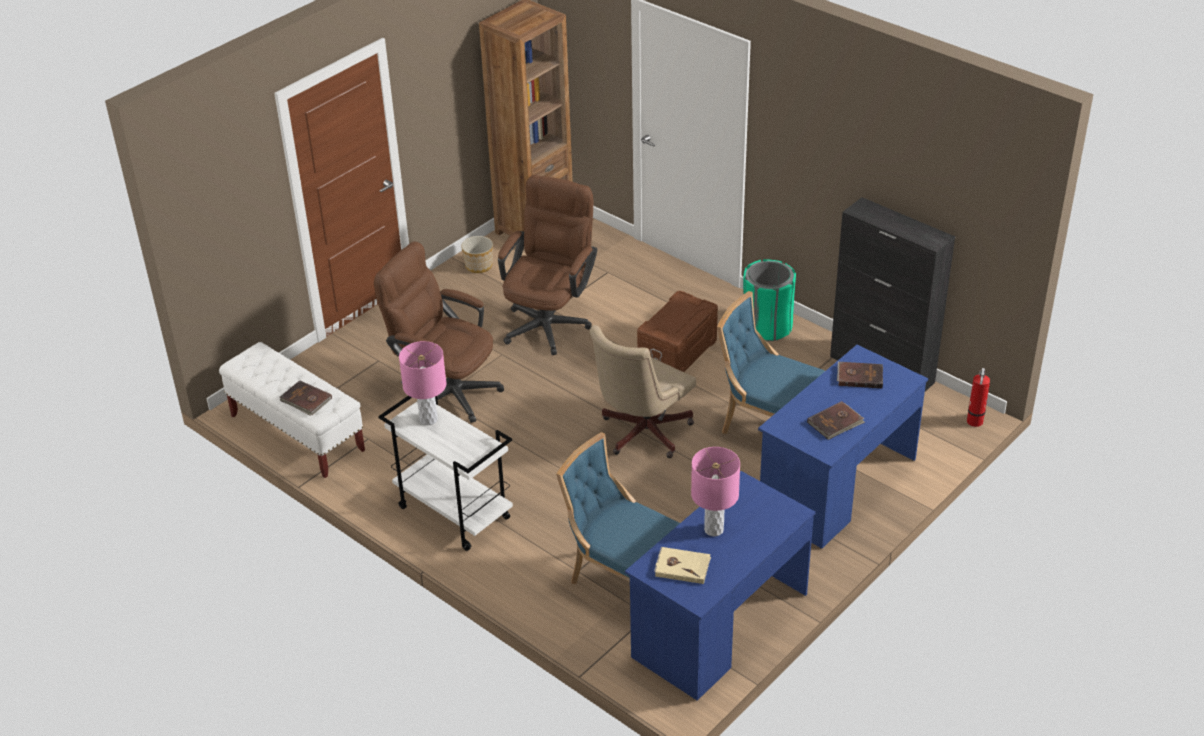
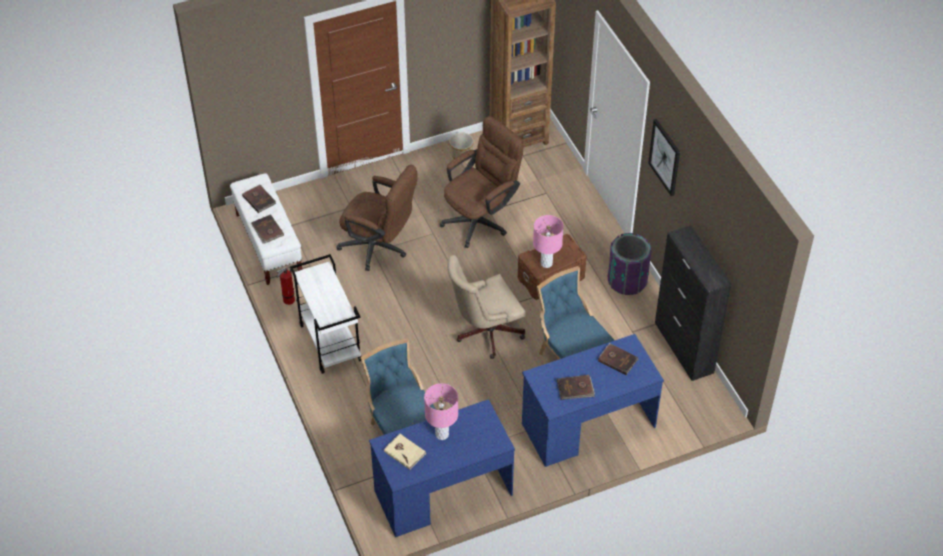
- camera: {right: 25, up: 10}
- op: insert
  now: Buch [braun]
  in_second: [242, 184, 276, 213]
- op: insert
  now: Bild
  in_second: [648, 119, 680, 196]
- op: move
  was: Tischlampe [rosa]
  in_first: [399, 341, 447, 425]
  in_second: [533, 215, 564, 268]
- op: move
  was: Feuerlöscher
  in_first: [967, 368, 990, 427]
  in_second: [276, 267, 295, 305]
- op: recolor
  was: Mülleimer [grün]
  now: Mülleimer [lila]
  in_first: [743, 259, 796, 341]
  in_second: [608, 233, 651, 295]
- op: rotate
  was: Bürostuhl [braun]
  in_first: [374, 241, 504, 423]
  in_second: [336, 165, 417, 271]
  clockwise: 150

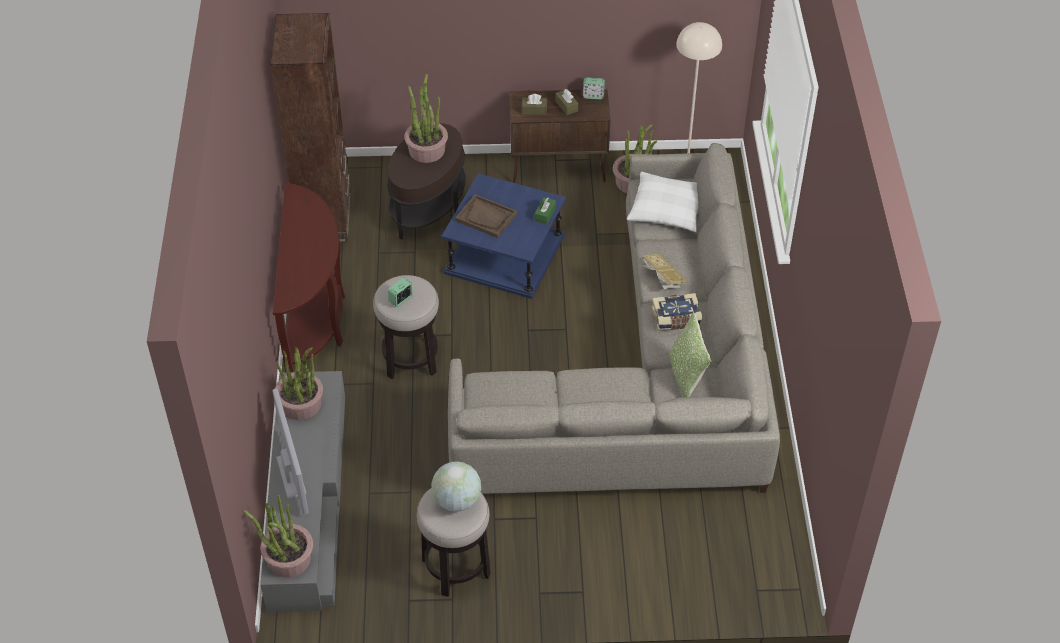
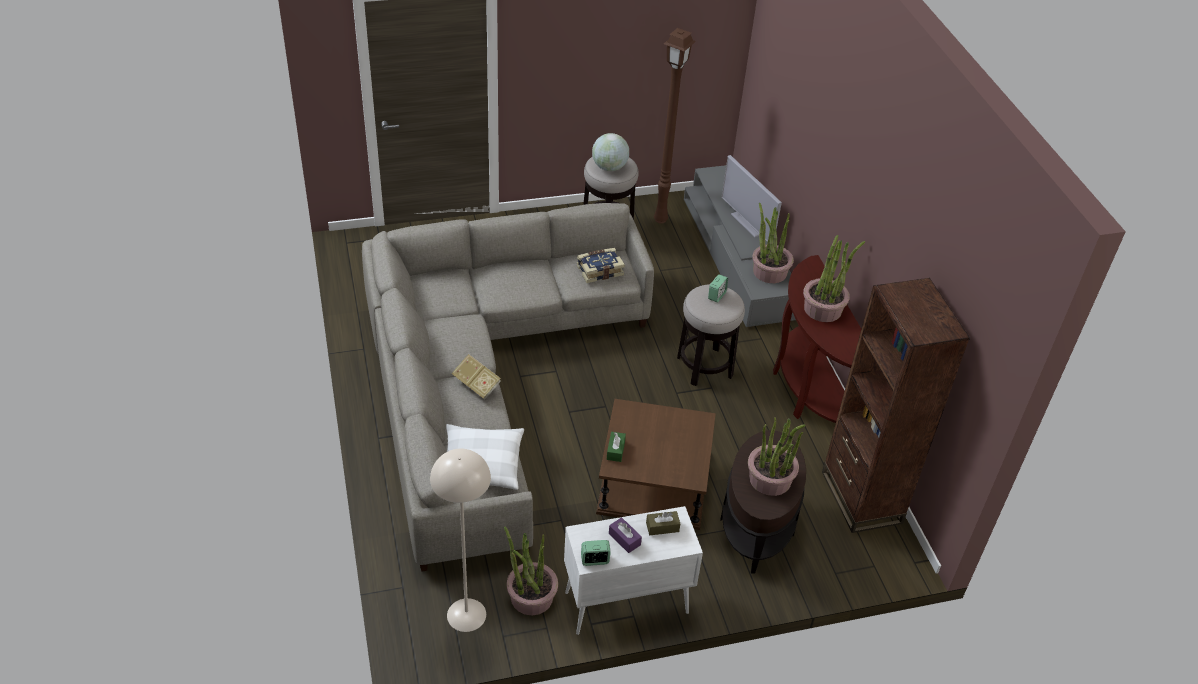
- camera: {right: 165, up: -5}
- op: delete
  was: Tablett [braun]
  in_first: [455, 194, 517, 238]
- op: delete
  was: Kissen
  in_first: [669, 312, 711, 397]
- op: insert
  now: Stehlampe [braun]
  in_second: [654, 28, 696, 224]
- op: move
  was: Topfpflanze
  in_first: [243, 495, 313, 578]
  in_second: [803, 235, 865, 322]
- op: move
  was: Buch
  in_first: [651, 293, 702, 331]
  in_second: [577, 248, 625, 283]
- op: recolor
  was: Beistelltisch [blau]
  now: Beistelltisch [braun]
  in_first: [441, 173, 566, 299]
  in_second: [596, 399, 716, 530]
- op: recolor
  was: Schrank [braun]
  now: Schrank [weiß]
  in_first: [510, 89, 611, 183]
  in_second: [564, 506, 703, 635]
- op: recolor
  was: Taschentuchbox [braun]
  now: Taschentuchbox [lila]
  in_first: [555, 89, 578, 115]
  in_second: [609, 517, 642, 553]

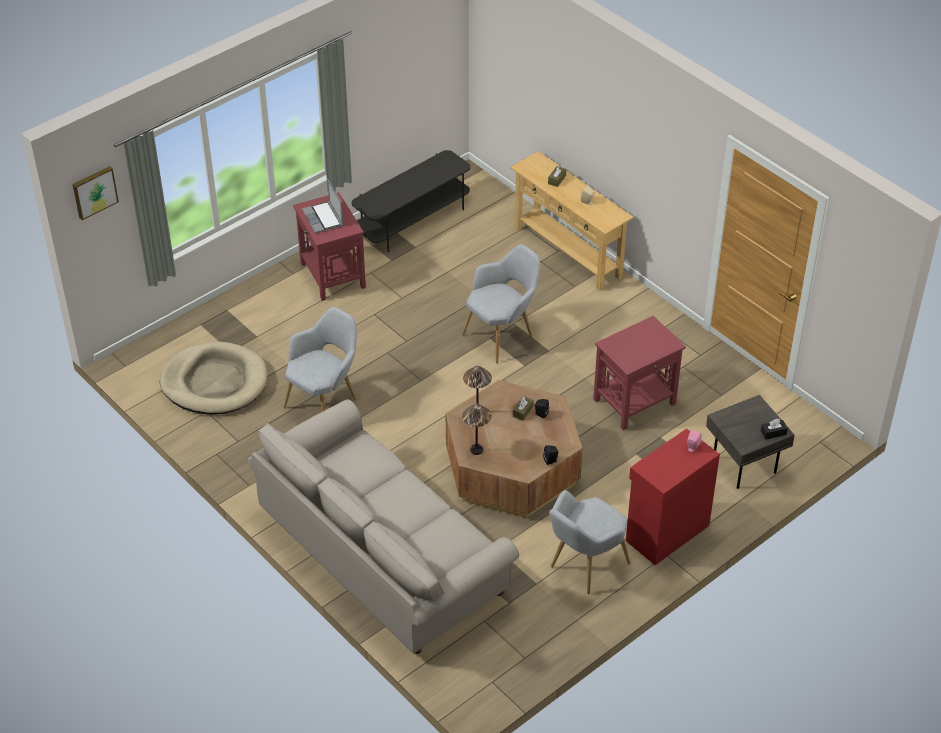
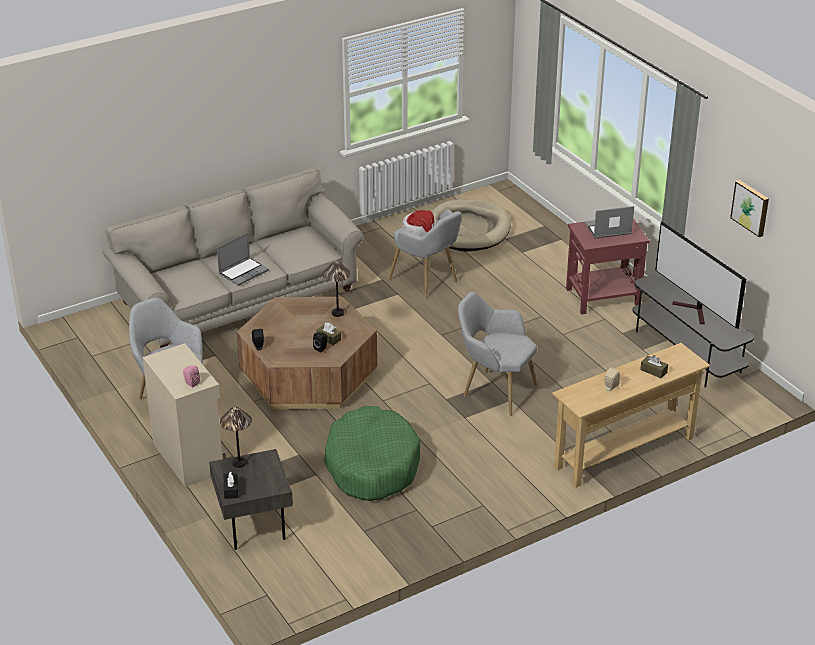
- camera: {right: 100, up: -10}
- op: insert
  now: Laptop
  in_second: [217, 233, 269, 286]
- op: insert
  now: Hut
  in_second: [402, 210, 437, 237]
- op: insert
  now: Fernseher
  in_second: [655, 222, 746, 329]
- op: move
  was: Bild
  in_first: [73, 166, 119, 220]
  in_second: [730, 180, 769, 237]
- op: move
  was: Tischlampe
  in_first: [462, 404, 492, 455]
  in_second: [220, 407, 252, 468]
- op: replace
  was: Beistelltisch [rot]
  now: Hundebett [grün]
  in_first: [593, 316, 686, 430]
  in_second: [324, 406, 421, 501]
- op: recolor
  was: Schrank [rot]
  now: Schrank [beige]
  in_first: [626, 428, 720, 565]
  in_second: [143, 343, 226, 487]
- op: rotate
  was: Sessel [grau]
  in_first: [462, 244, 540, 363]
  in_second: [458, 292, 537, 416]
  clockwise: 150

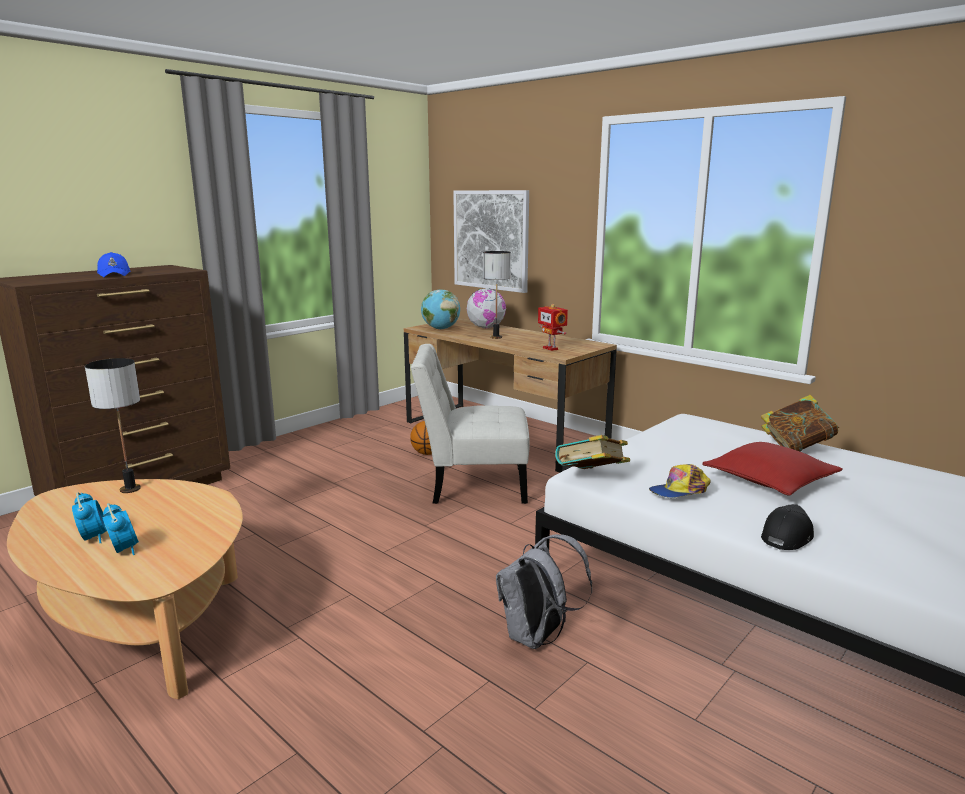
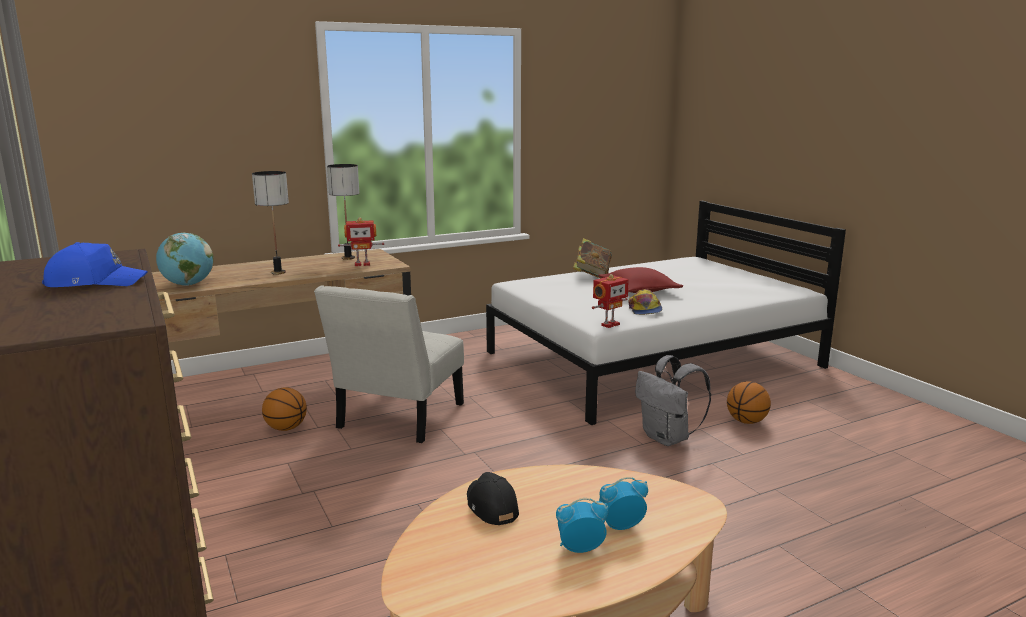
- camera: {right: -70, up: 0}
- op: delete
  was: Bild
  in_first: [453, 190, 529, 293]
- op: delete
  was: Globus
  in_first: [467, 288, 506, 328]
- op: insert
  now: Basketball
  in_second: [727, 381, 771, 424]
- op: move
  was: Tischlampe
  in_first: [85, 358, 141, 493]
  in_second: [327, 164, 359, 260]
- op: move
  was: Kappe [schwarz]
  in_first: [761, 504, 814, 550]
  in_second: [467, 472, 519, 525]
- op: replace
  was: Buch
  now: Spielzeugroboter
  in_first: [555, 435, 630, 469]
  in_second: [592, 274, 629, 328]

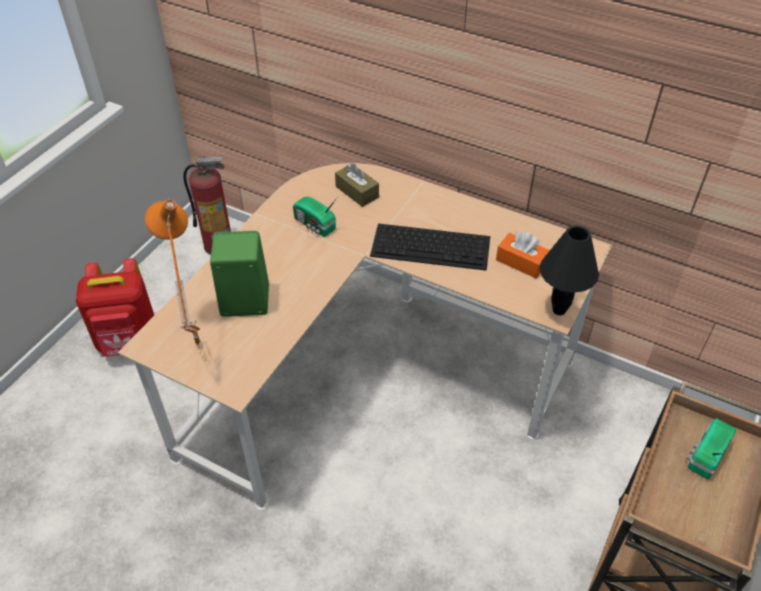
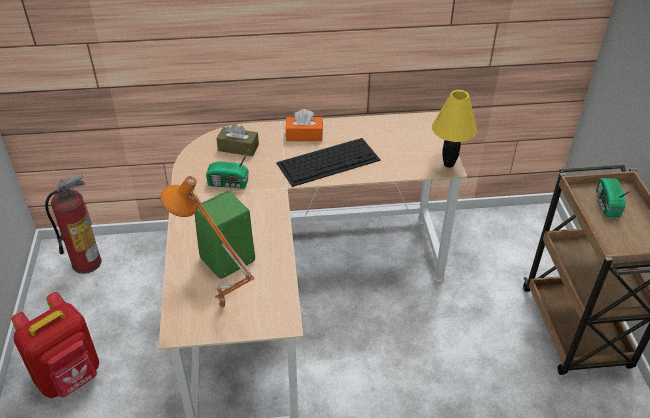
- camera: {right: -35, up: -5}
- op: move
  was: Taschentuchbox [orange]
  in_first: [496, 232, 550, 279]
  in_second: [285, 109, 323, 141]
- op: recolor
  was: Tischlampe [schwarz]
  now: Tischlampe [gelb]
  in_first: [540, 225, 599, 315]
  in_second: [432, 90, 477, 168]

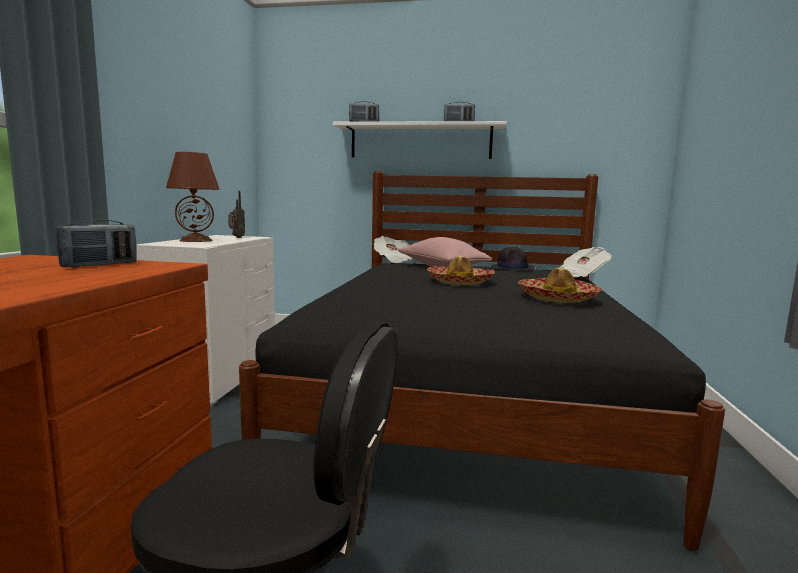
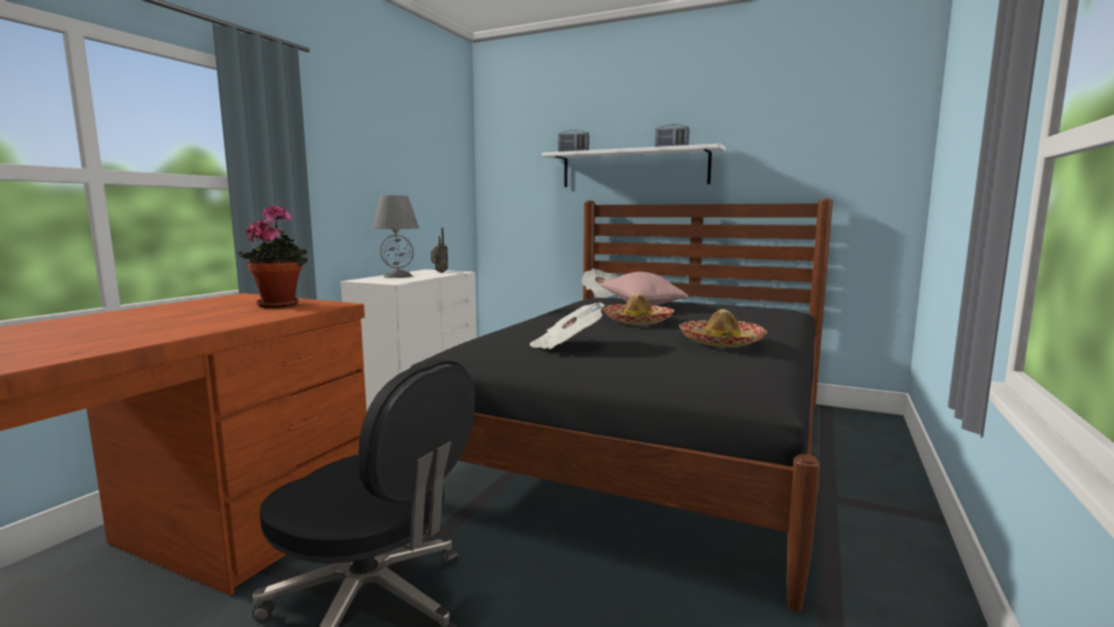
- camera: {right: 15, up: 0}
- op: delete
  was: Hut [schwarz]
  in_first: [491, 246, 535, 270]
- op: move
  was: Zeitung
  in_first: [560, 247, 612, 277]
  in_second: [530, 303, 605, 349]
- op: replace
  was: Radio
  now: Topfpflanze
  in_first: [56, 219, 137, 268]
  in_second: [238, 204, 308, 308]
- op: recolor
  was: Tischlampe [braun]
  now: Tischlampe [grau]
  in_first: [166, 152, 219, 242]
  in_second: [372, 195, 419, 278]

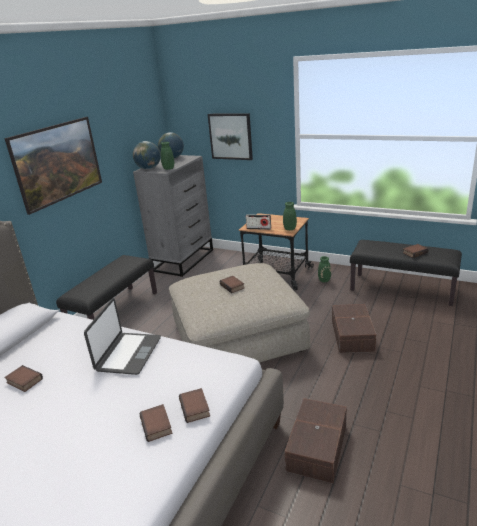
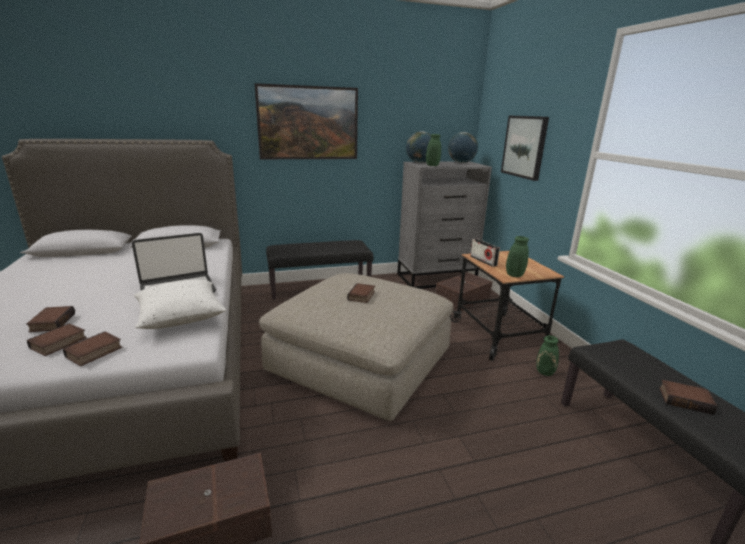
- camera: {right: 45, up: -5}
- op: insert
  now: Kissen [weiß]
  in_second: [134, 280, 226, 329]
- op: move
  was: Buch
  in_first: [4, 365, 43, 392]
  in_second: [26, 306, 75, 332]
- op: move
  was: Aufbewahrungsbox [braun]
  in_first: [332, 304, 377, 353]
  in_second: [435, 273, 492, 311]

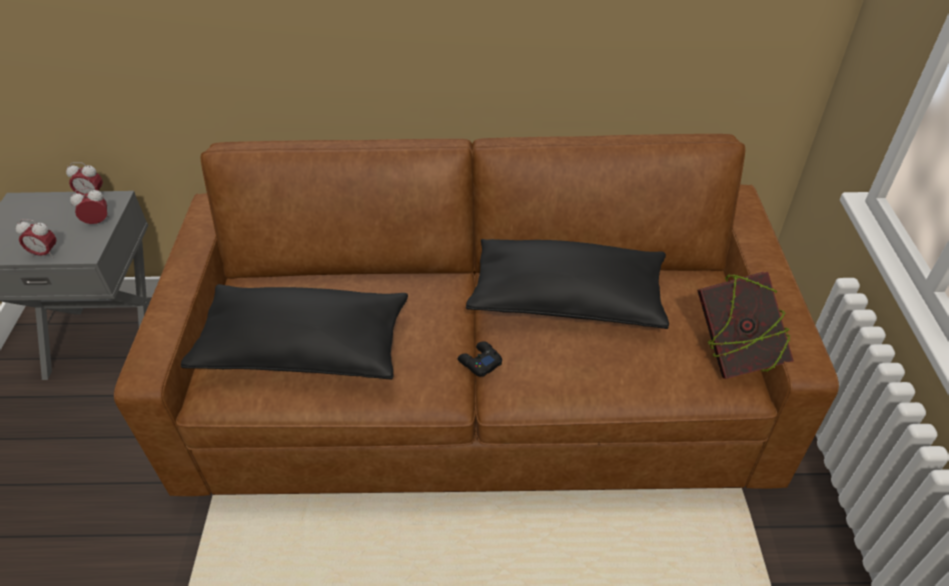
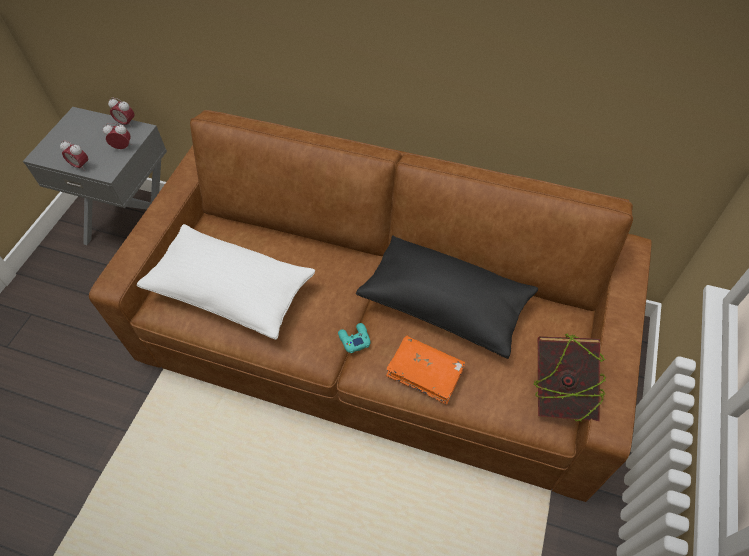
- camera: {right: 20, up: 10}
- op: insert
  now: Buch [orange]
  in_second: [386, 336, 465, 404]
- op: recolor
  was: Kissen [schwarz]
  now: Kissen [weiß]
  in_first: [181, 284, 408, 380]
  in_second: [137, 224, 315, 340]
- op: recolor
  was: Gamepad [schwarz]
  now: Gamepad [türkis]
  in_first: [458, 341, 502, 377]
  in_second: [338, 323, 371, 353]

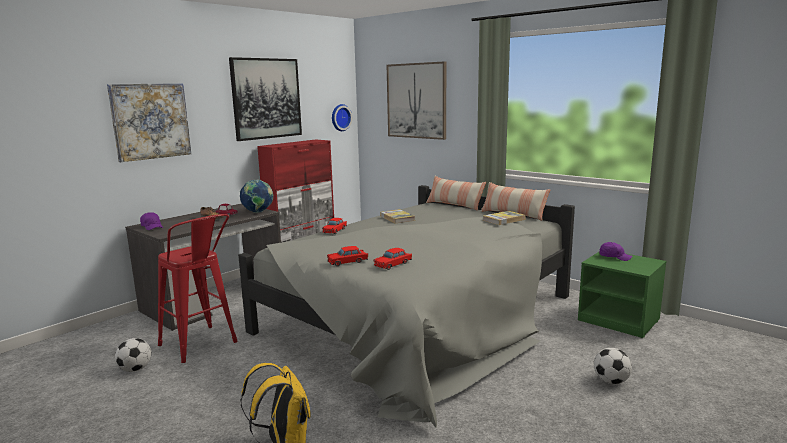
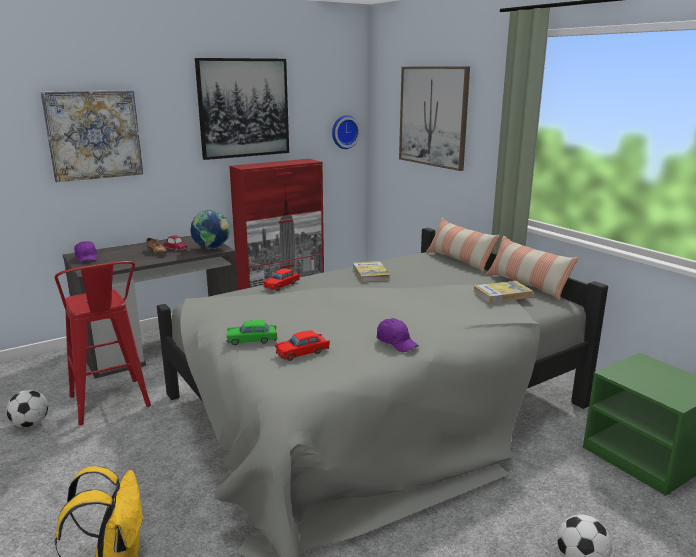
- camera: {right: 15, up: 5}
- op: move
  was: Kappe [lila]
  in_first: [599, 242, 632, 261]
  in_second: [377, 318, 419, 352]
- op: recolor
  was: Spielzeugauto [rot]
  now: Spielzeugauto [grün]
  in_first: [327, 246, 368, 266]
  in_second: [226, 320, 277, 345]

